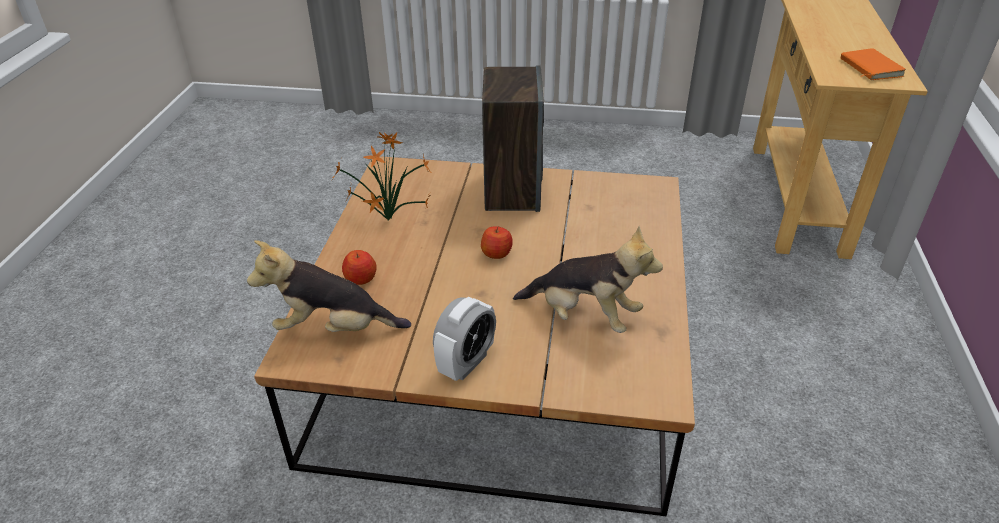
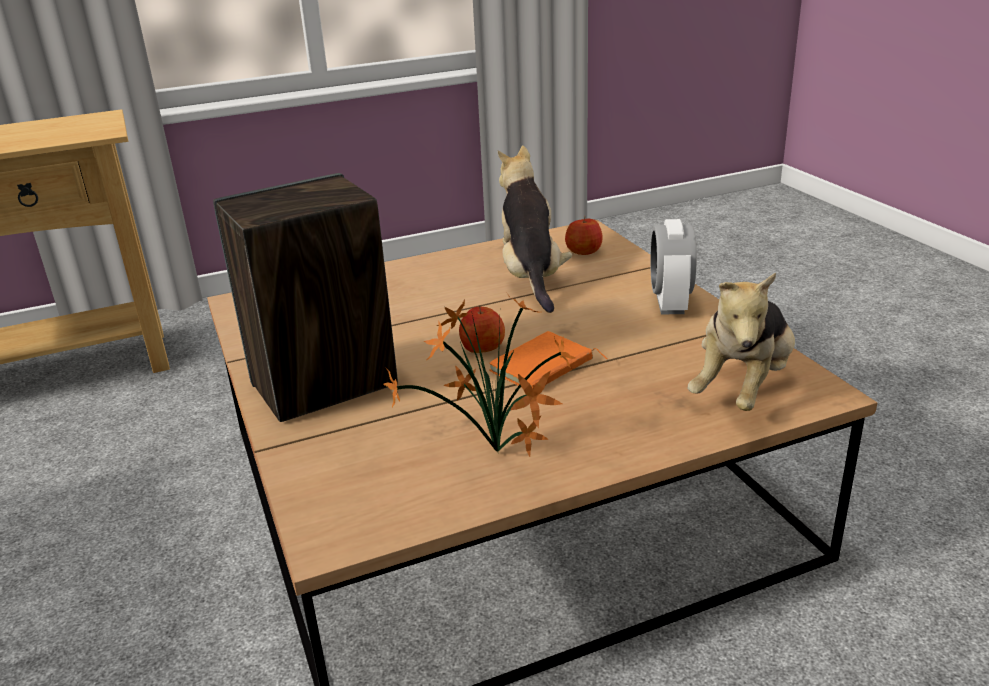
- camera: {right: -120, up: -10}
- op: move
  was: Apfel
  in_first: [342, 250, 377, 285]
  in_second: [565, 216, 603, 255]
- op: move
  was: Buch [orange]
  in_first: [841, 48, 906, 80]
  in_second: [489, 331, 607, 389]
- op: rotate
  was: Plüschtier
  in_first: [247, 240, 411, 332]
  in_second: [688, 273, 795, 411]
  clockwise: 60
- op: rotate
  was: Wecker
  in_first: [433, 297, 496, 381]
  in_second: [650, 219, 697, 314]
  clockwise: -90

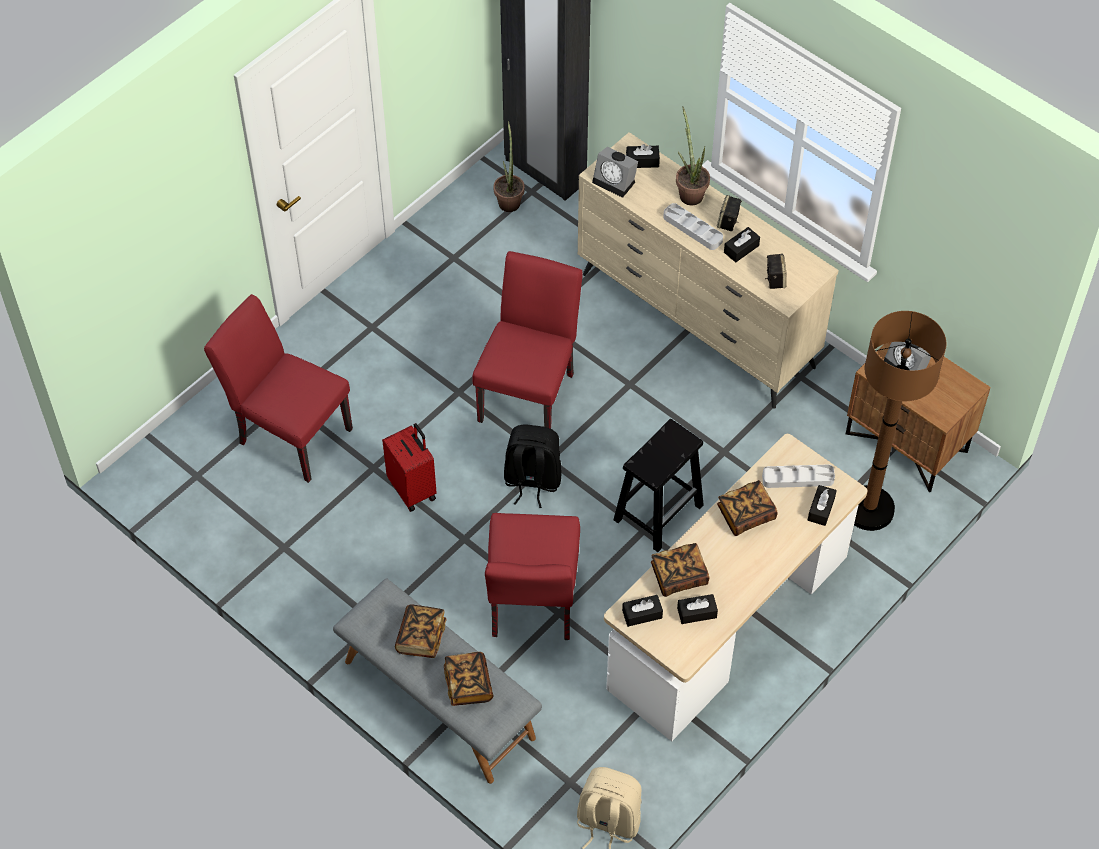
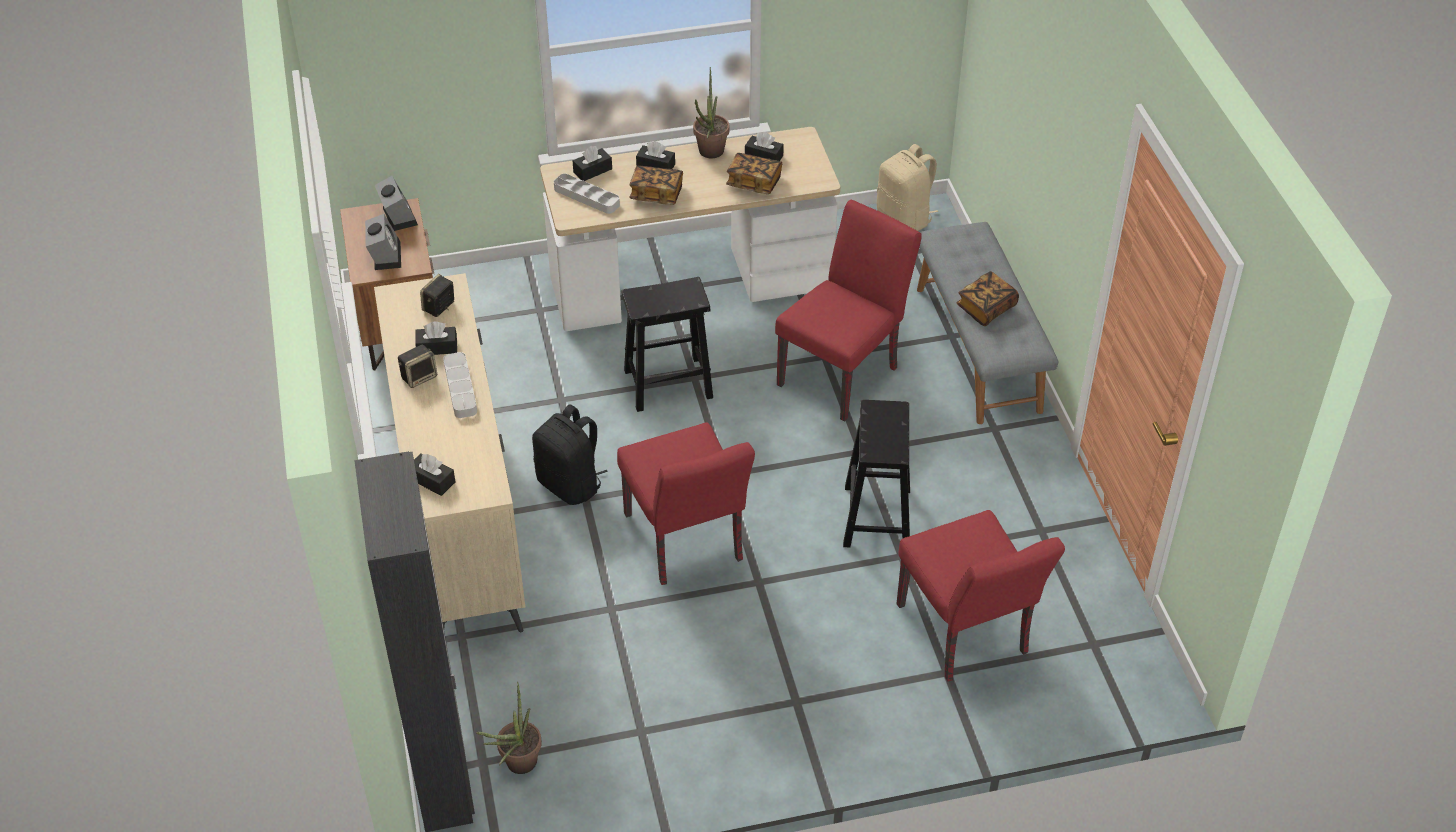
- camera: {right: -145, up: -10}
- op: delete
  was: Buch
  in_first: [444, 652, 494, 706]
- op: delete
  was: Stehlampe [braun]
  in_first: [854, 311, 946, 531]
- op: move
  was: Rucksack [schwarz]
  in_first: [504, 424, 562, 508]
  in_second: [532, 404, 608, 505]
- op: move
  was: Wecker
  in_first: [592, 146, 638, 198]
  in_second: [374, 176, 418, 231]
- op: move
  was: Taschentuchbox [schwarz]
  in_first: [622, 595, 663, 627]
  in_second: [636, 141, 675, 169]
- op: move
  was: Topfpflanze
  in_first: [676, 106, 710, 205]
  in_second: [693, 67, 730, 158]
- op: replace
  was: Koffer [rot]
  now: Hocker [schwarz]
  in_first: [382, 423, 437, 512]
  in_second: [843, 400, 910, 547]
- op: rotate
  was: Stuhl [rot]
  in_first: [472, 251, 583, 429]
  in_second: [617, 422, 755, 585]
  clockwise: -75

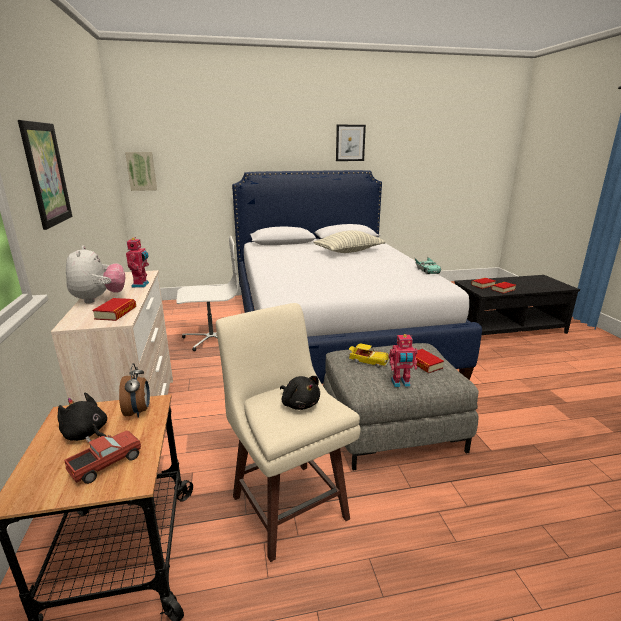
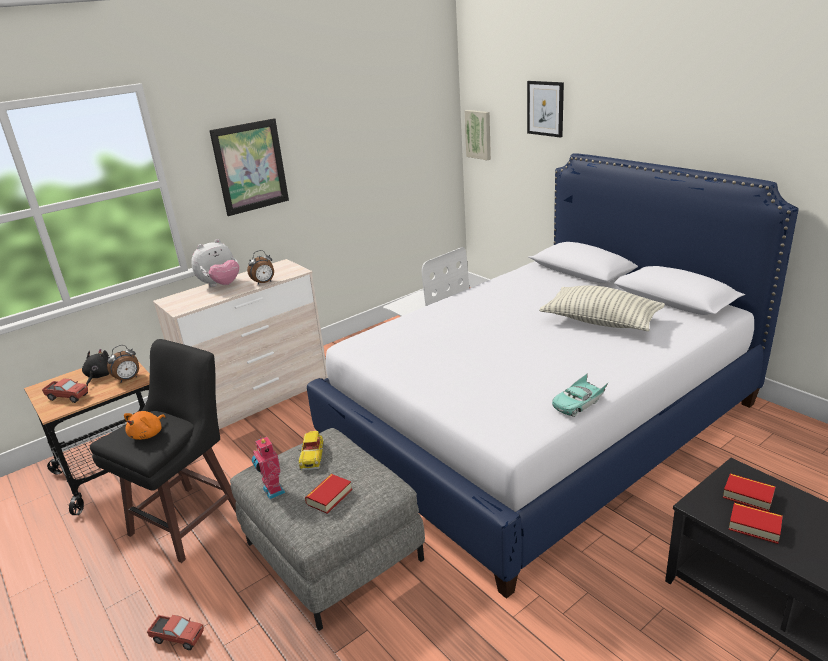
- camera: {right: 65, up: 5}
- op: delete
  was: Buch
  in_first: [92, 298, 136, 321]
- op: insert
  now: Spielzeuglaster
  in_second: [147, 615, 204, 650]
- op: move
  was: Bild
  in_first: [336, 125, 366, 161]
  in_second: [527, 81, 564, 138]
- op: replace
  was: Spielzeugroboter
  now: Wecker
  in_first: [126, 237, 149, 288]
  in_second: [247, 250, 274, 285]
- op: recolor
  was: Hocker [beige]
  now: Hocker [schwarz]
  in_first: [216, 303, 361, 562]
  in_second: [90, 339, 236, 563]
- op: recolor
  was: Plüschtier [schwarz]
  now: Plüschtier [orange]
  in_first: [280, 376, 320, 410]
  in_second: [124, 411, 165, 440]

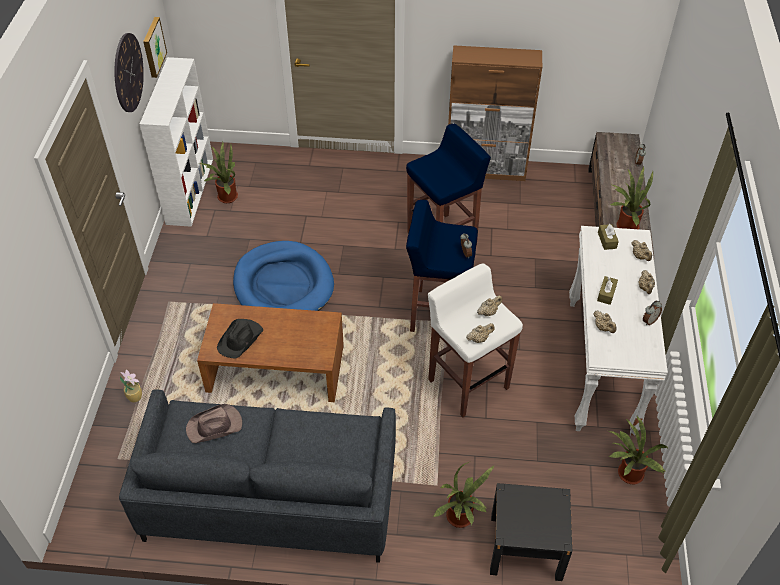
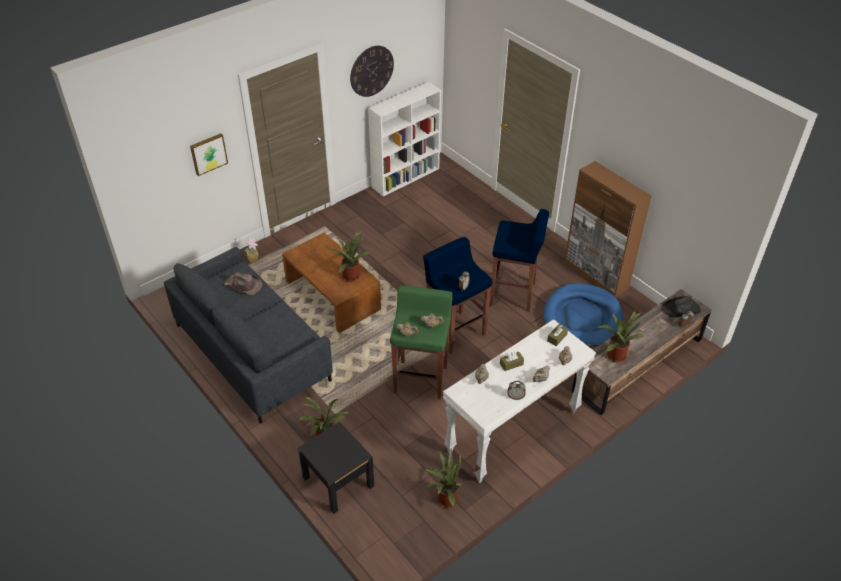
- camera: {right: 45, up: -5}
- op: move
  was: Bild
  in_first: [143, 17, 167, 78]
  in_second: [190, 133, 228, 176]
- op: move
  was: Topfpflanze
  in_first: [199, 142, 238, 203]
  in_second: [325, 231, 370, 282]
- op: move
  was: Hut [schwarz]
  in_first: [217, 319, 263, 359]
  in_second: [662, 296, 701, 317]
- op: move
  was: Hundebett [blau]
  in_first: [233, 241, 334, 311]
  in_second: [543, 283, 623, 347]
- op: recolor
  was: Hocker [weiß]
  now: Hocker [grün]
  in_first: [428, 263, 523, 417]
  in_second: [390, 286, 452, 400]

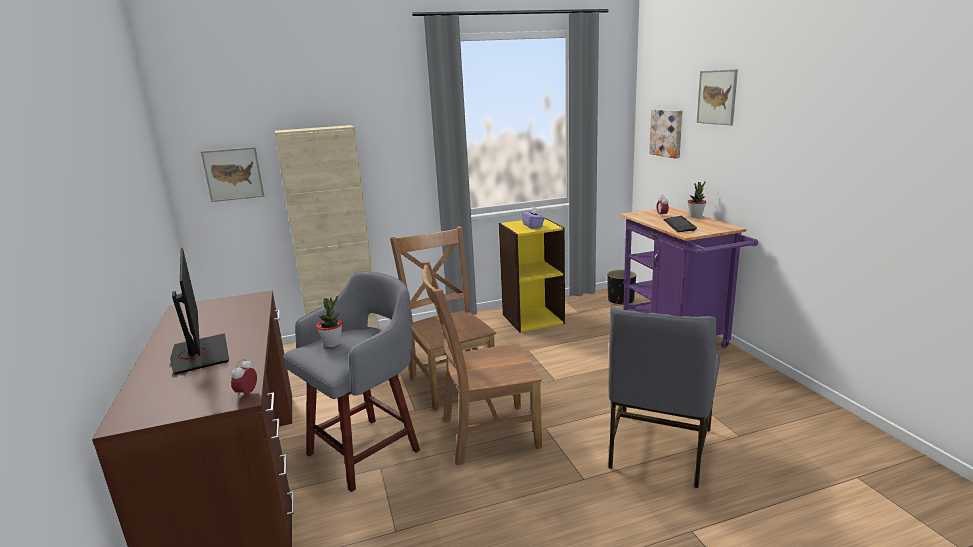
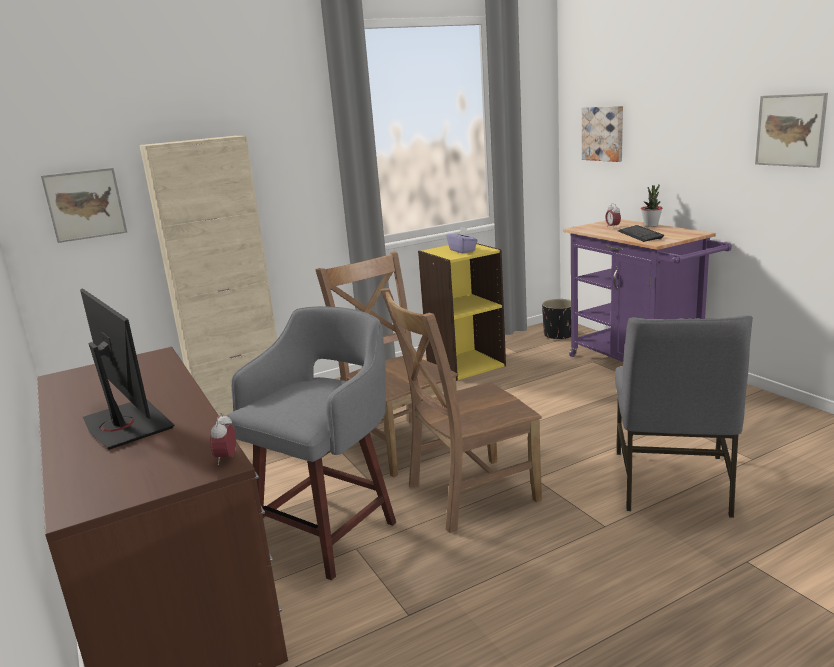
- camera: {right: -10, up: 0}
- op: delete
  was: Topfpflanze
  in_first: [316, 296, 342, 347]
- op: move
  was: Bild
  in_first: [697, 69, 738, 125]
  in_second: [755, 93, 828, 168]

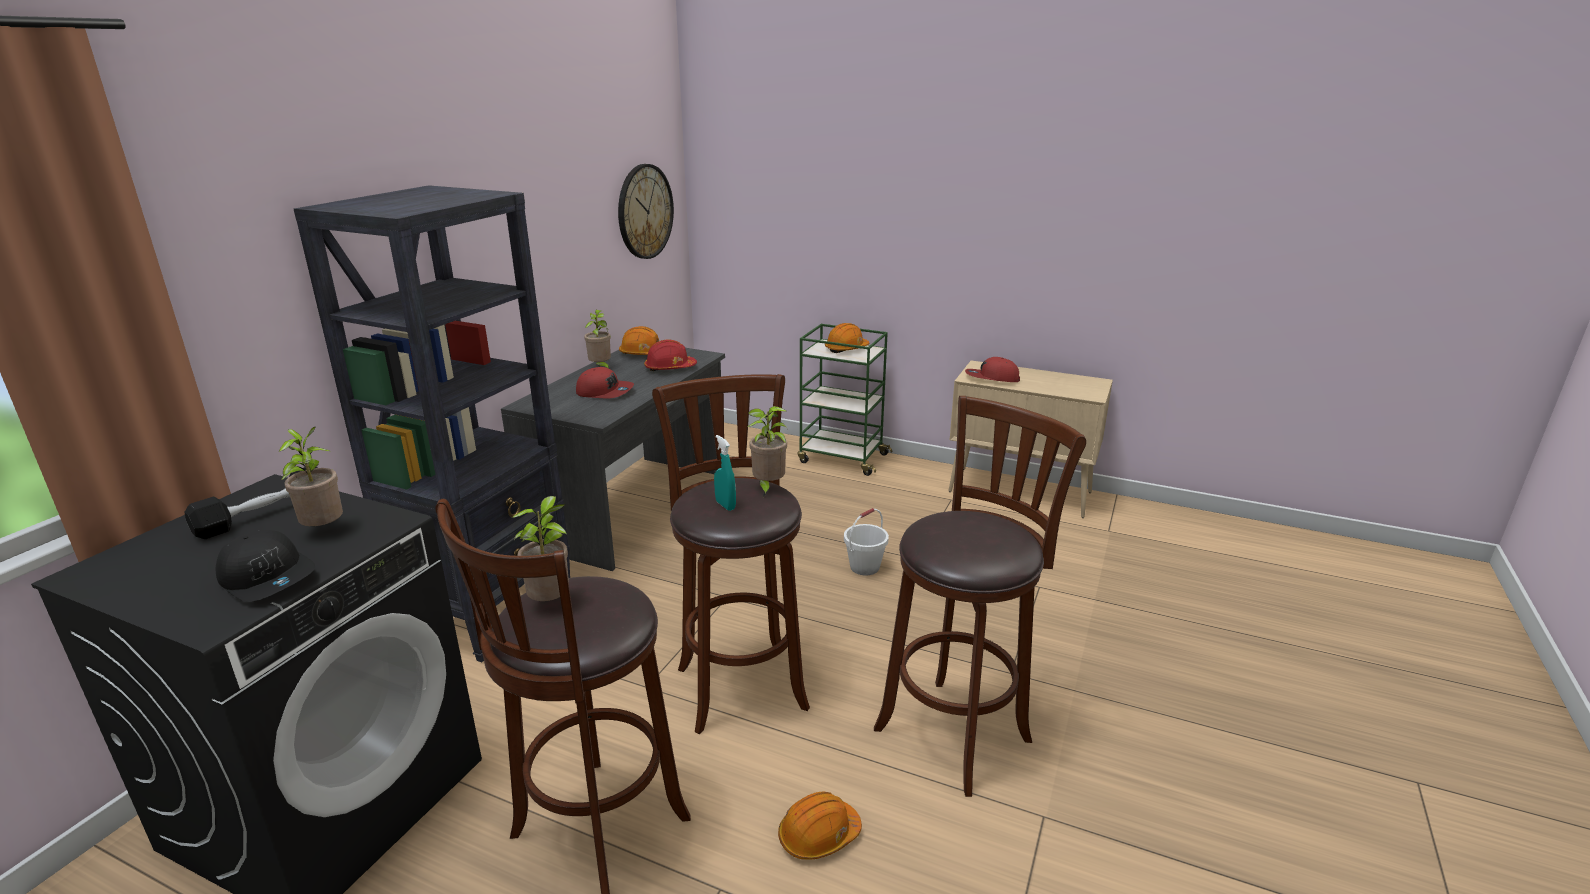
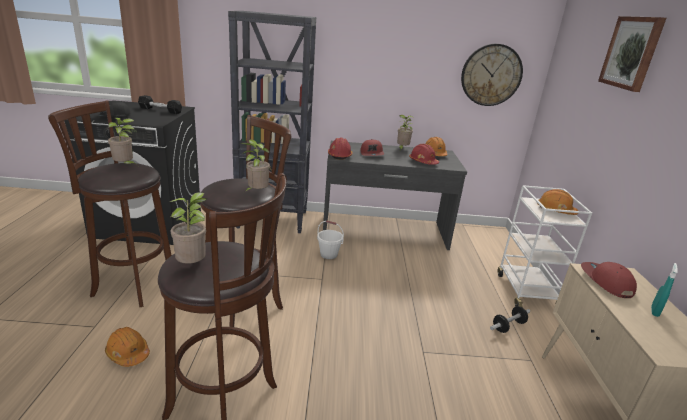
- camera: {right: 65, up: 0}
- op: insert
  now: Schutzhelm [rot]
  in_second: [328, 137, 352, 160]
- op: insert
  now: Hantel
  in_second: [490, 306, 530, 333]
- op: insert
  now: Bild
  in_second: [598, 16, 666, 92]
- op: move
  was: Topfpflanze
  in_first: [279, 427, 343, 526]
  in_second: [170, 192, 207, 264]
- op: move
  was: Sprühflasche [türkis]
  in_first: [714, 435, 736, 511]
  in_second: [651, 263, 678, 317]
- op: move
  was: Eimer [weiß]
  in_first: [844, 508, 889, 576]
  in_second: [317, 221, 344, 259]
- op: recolor
  was: Rollwagen [grün]
  now: Rollwagen [weiß]
  in_first: [798, 324, 892, 476]
  in_second: [498, 185, 592, 307]

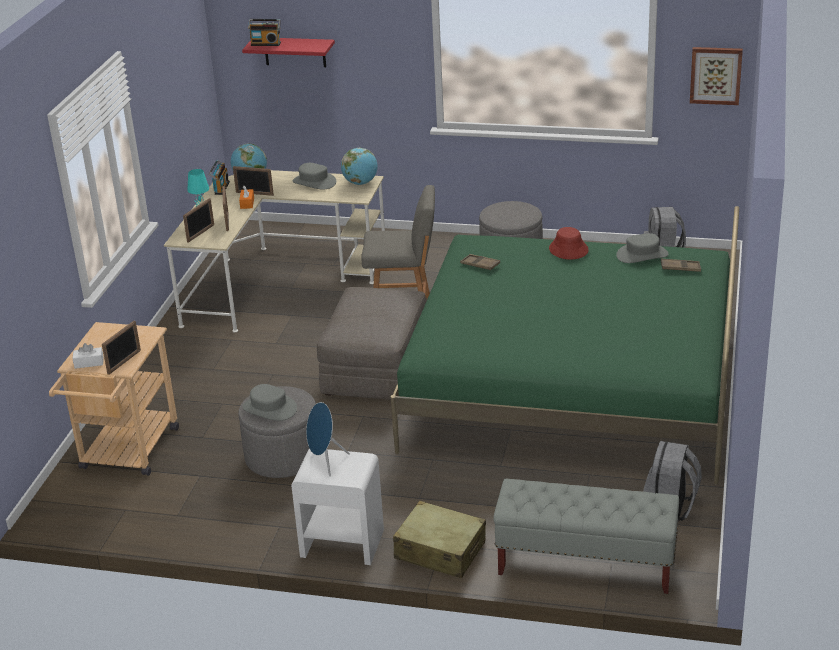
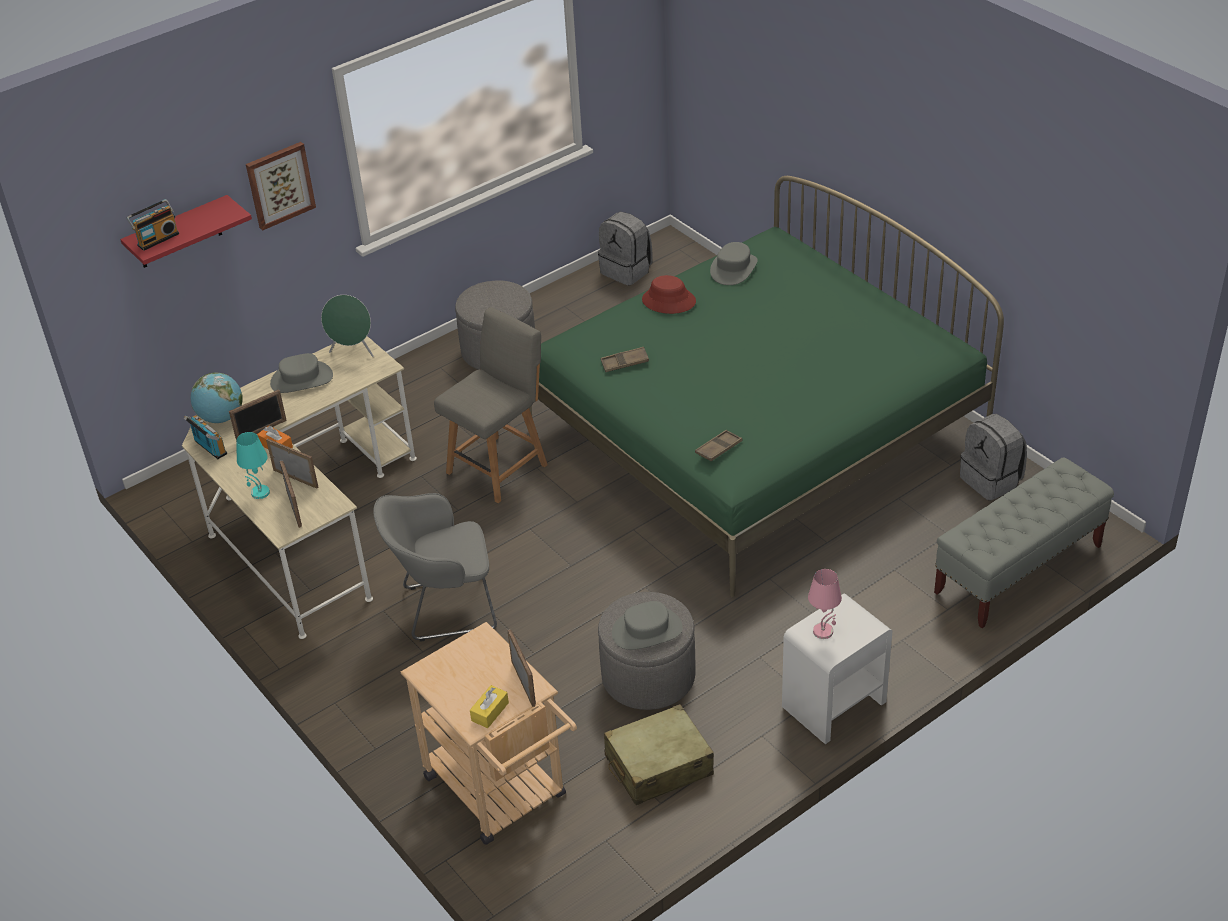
- camera: {right: -50, up: 10}
- op: delete
  was: Polsterhocker [grau]
  in_first: [317, 287, 426, 400]
- op: insert
  now: Sessel [grau]
  in_second: [373, 493, 497, 642]
- op: move
  was: Koffer [beige]
  in_first: [393, 501, 486, 578]
  in_second: [604, 704, 714, 805]
- op: move
  was: Tablett [braun]
  in_first: [661, 258, 701, 272]
  in_second: [695, 430, 742, 461]
- op: move
  was: Bild
  in_first: [690, 47, 743, 105]
  in_second: [246, 142, 316, 231]
- op: replace
  was: Lautsprecher [blau]
  now: Tischlampe [rosa]
  in_first: [306, 402, 350, 476]
  in_second: [808, 569, 842, 639]
- op: replace
  was: Globus
  now: Lautsprecher [grün]
  in_first: [341, 148, 378, 185]
  in_second: [321, 295, 374, 357]
- op: recolor
  was: Taschentuchbox [weiß]
  now: Taschentuchbox [gelb]
  in_first: [72, 343, 104, 369]
  in_second: [470, 685, 509, 728]

